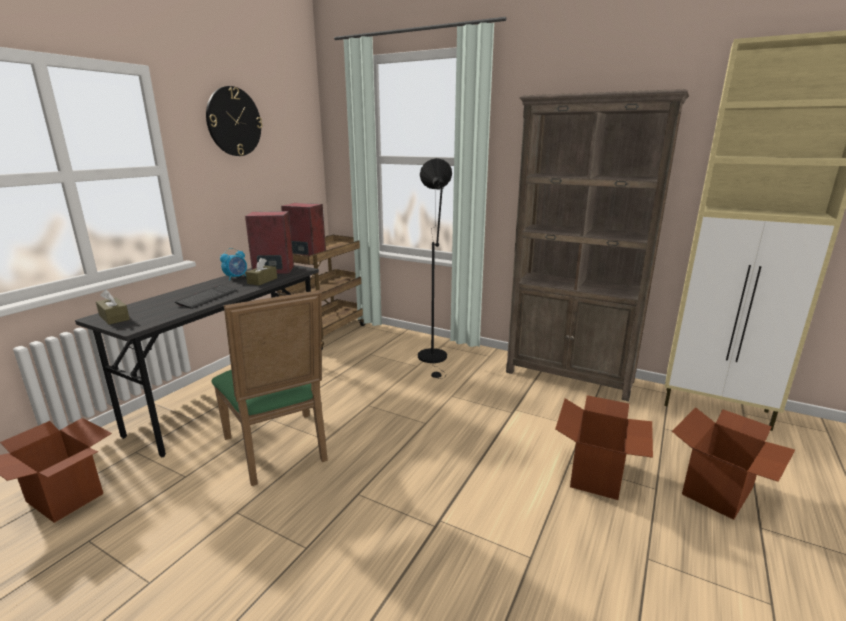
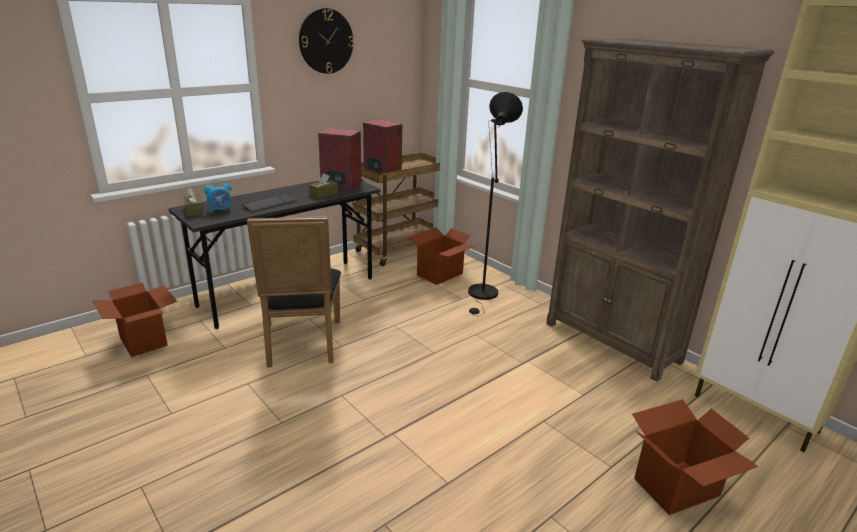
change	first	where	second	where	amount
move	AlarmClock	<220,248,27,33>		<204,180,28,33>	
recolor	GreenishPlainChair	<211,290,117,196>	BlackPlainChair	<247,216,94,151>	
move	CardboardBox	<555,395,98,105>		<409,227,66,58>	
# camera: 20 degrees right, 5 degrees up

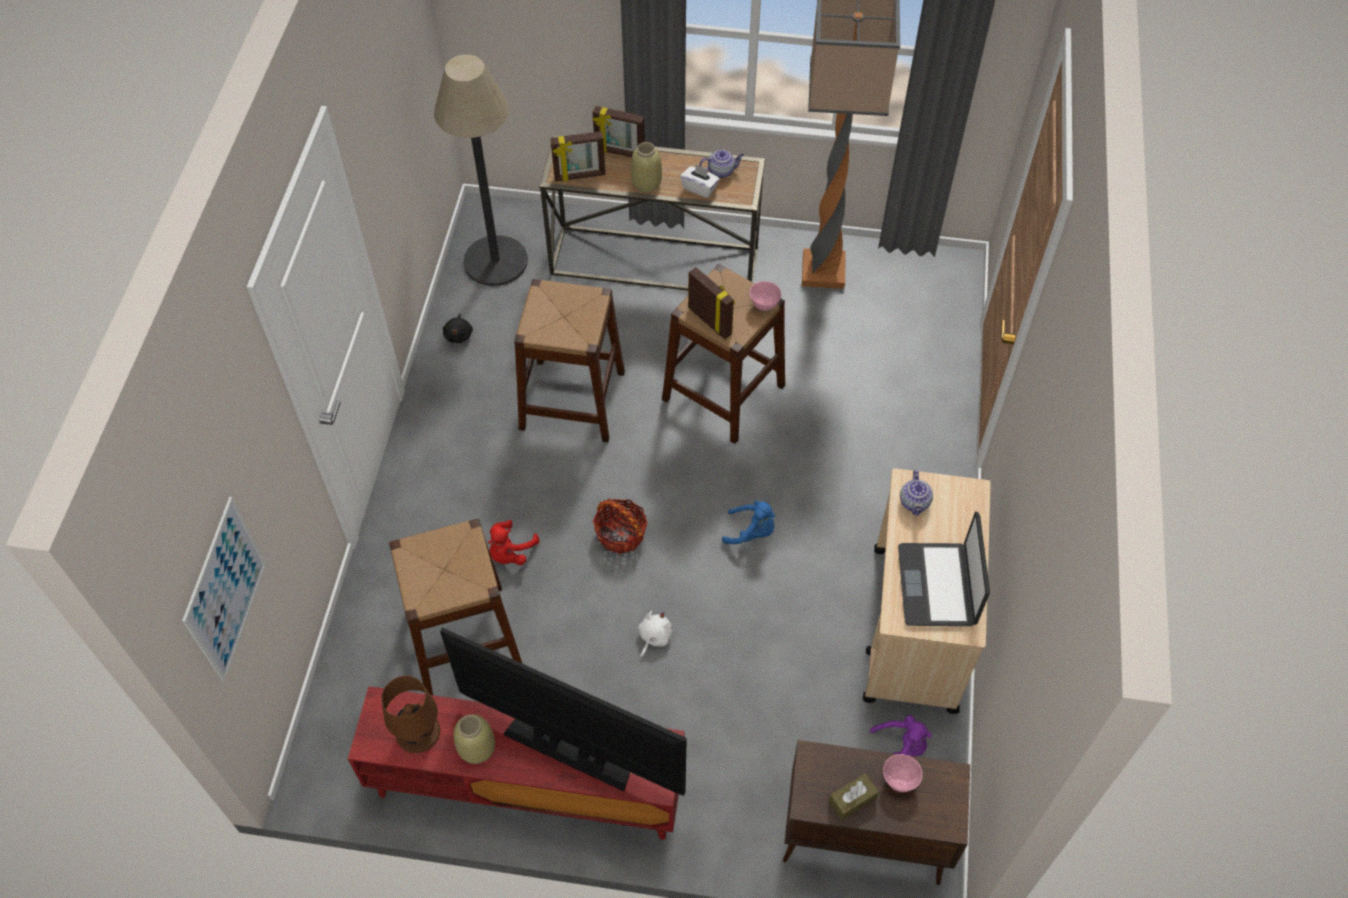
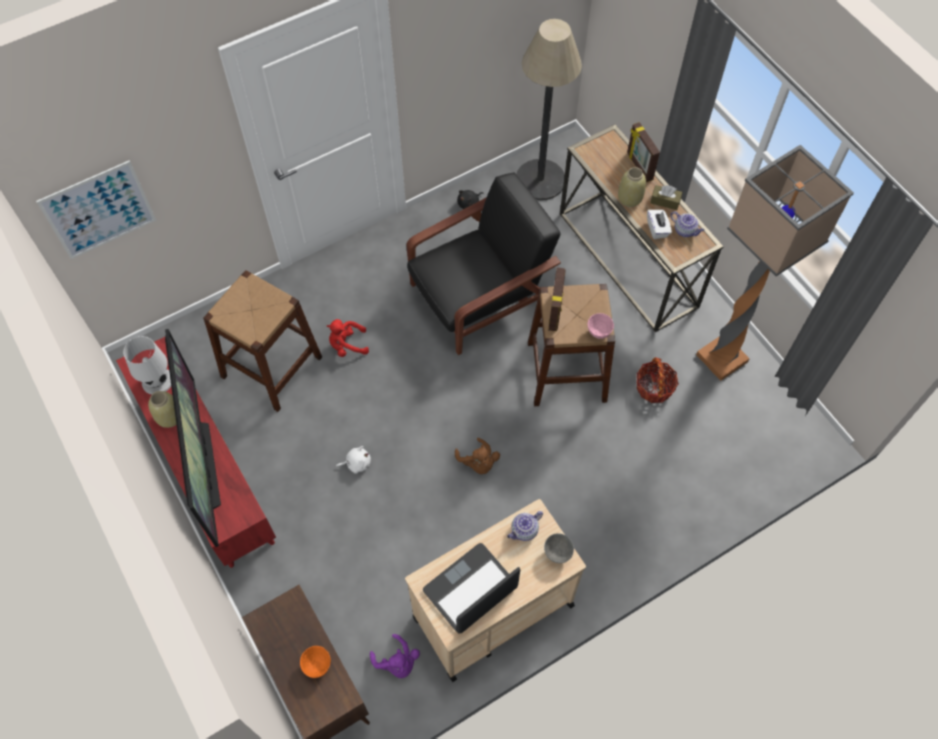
change	first	where	second	where	amount
delete	PhotoFrame	<550,131,55,51>			
replace	BrownStool	<514,279,111,163>	BlackLoungeChair	<406,172,155,183>	
move	StorageBasket	<593,499,55,55>		<636,357,43,46>	
recolor	BlueColouredCuddlyToy	<722,501,53,43>	BrownCuddlyToy	<455,438,45,36>	
recolor	BrownTableLamp	<381,676,59,77>	WhiteColouredTableLamp	<123,336,48,58>	
recolor	PinkDeepDish	<883,754,40,38>	OrangeyDeepDish	<300,646,31,32>	
move	BrownBoxOfTissues	<829,773,50,47>		<650,185,32,25>	
insert			GreyDeepDish	<544,533,30,30>	
# camera: 50 degrees right, 5 degrees up

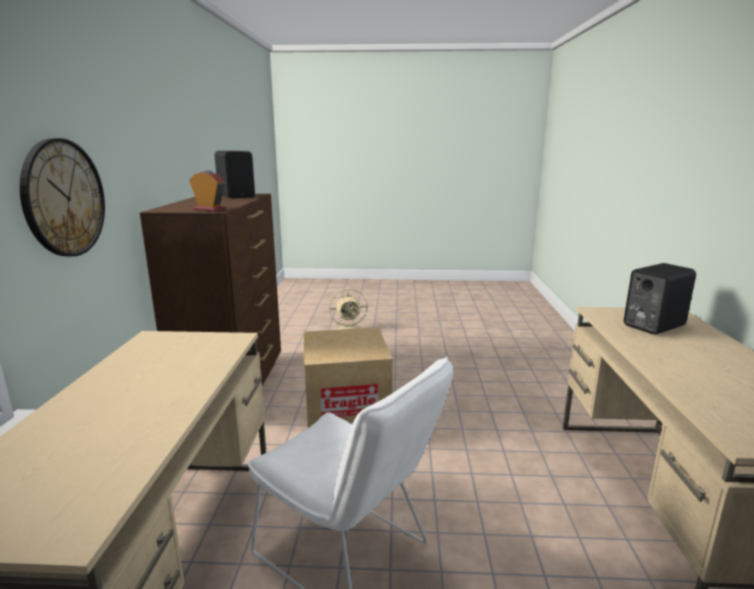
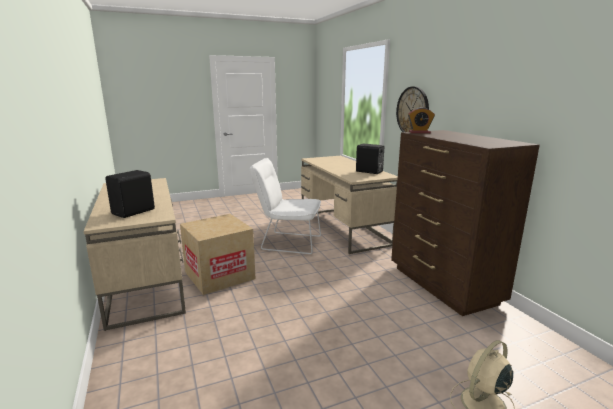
change	first	where	second	where	amount
move	BlackLoudspeaker	<214,151,41,47>		<356,143,28,31>	
move	CardboardBox	<303,327,90,101>		<180,214,76,81>	
# camera: 155 degrees right, 0 degrees up

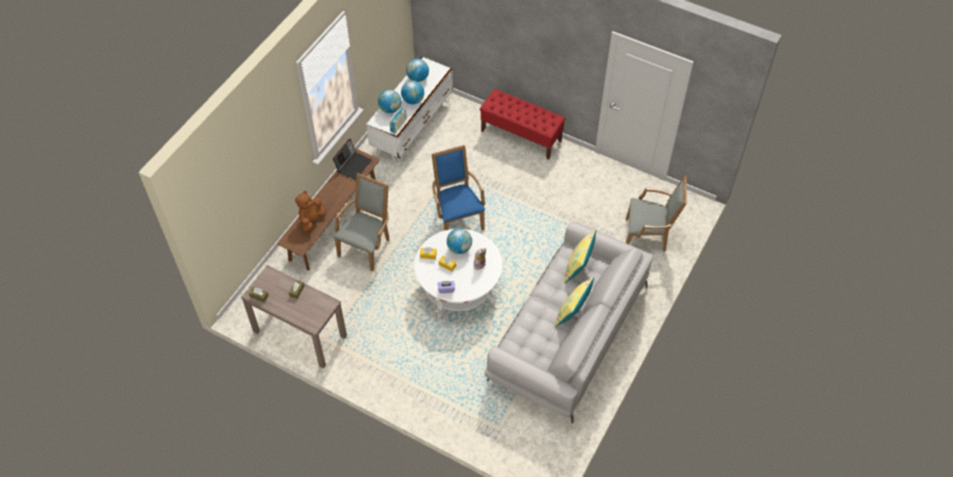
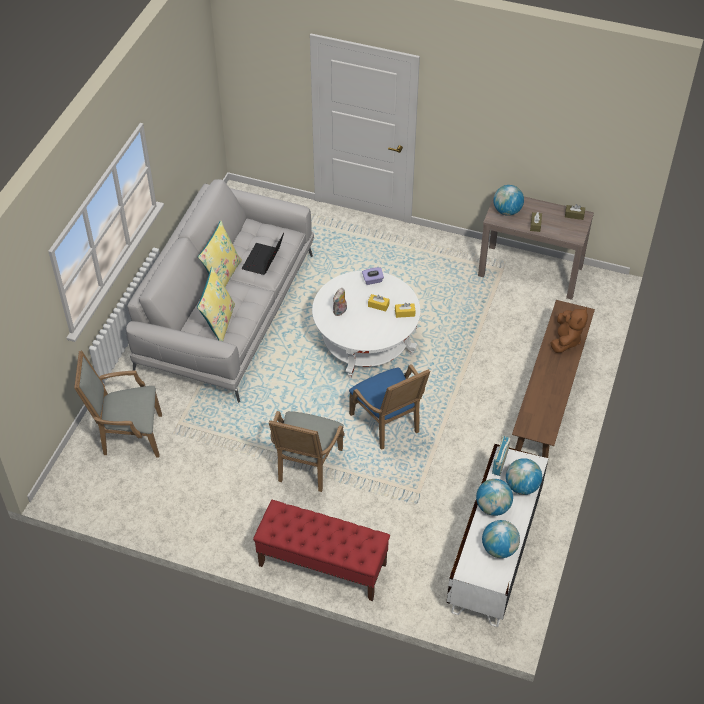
change	first	where	second	where	amount
move	PortableComputer	<333,139,39,41>		<242,233,42,42>	
move	GreyLoungeChair	<334,173,56,98>		<269,411,76,81>	
move	WorldGlobe	<447,228,25,26>		<493,185,31,31>	
# camera: 170 degrees right, 5 degrees down

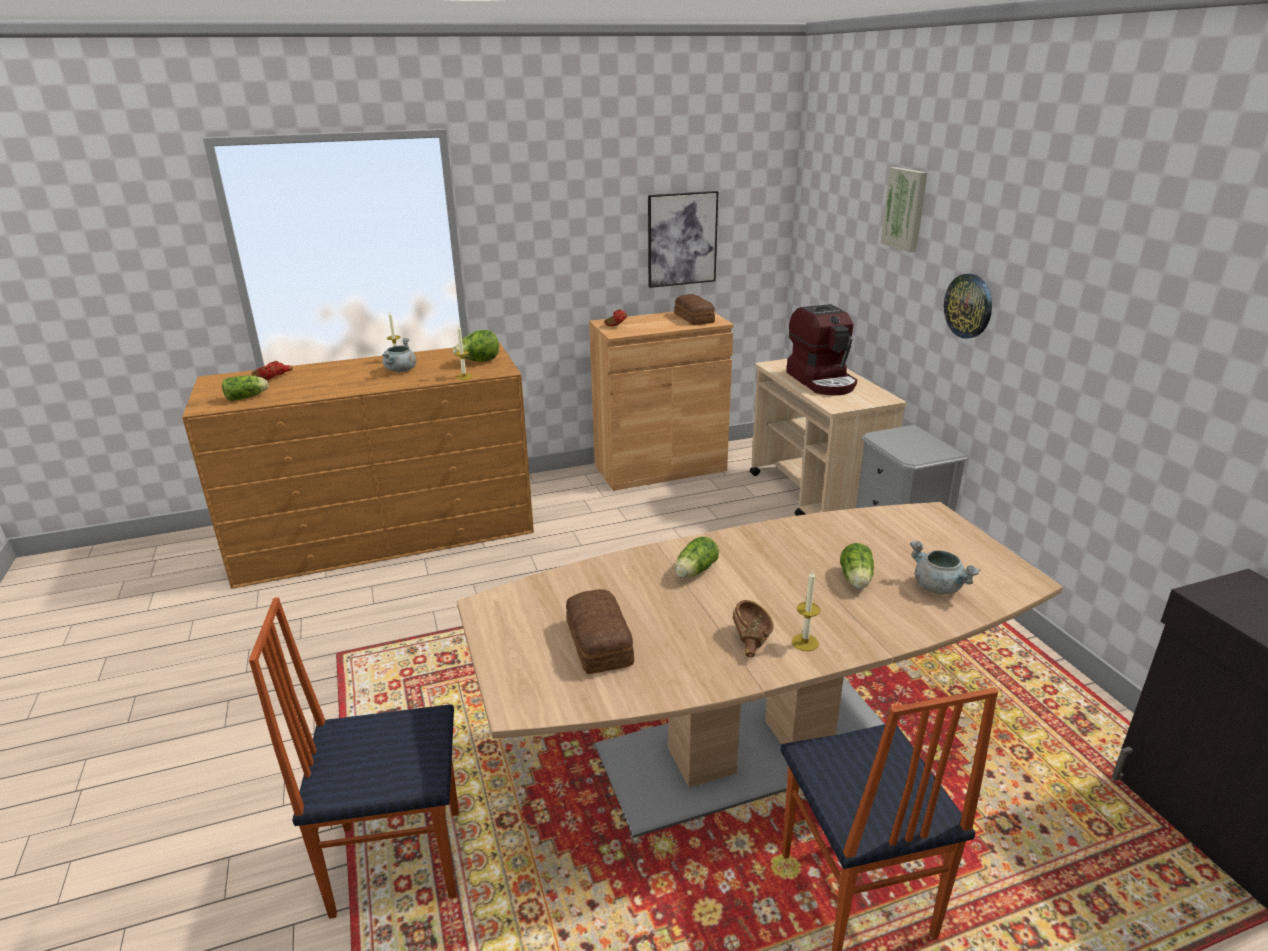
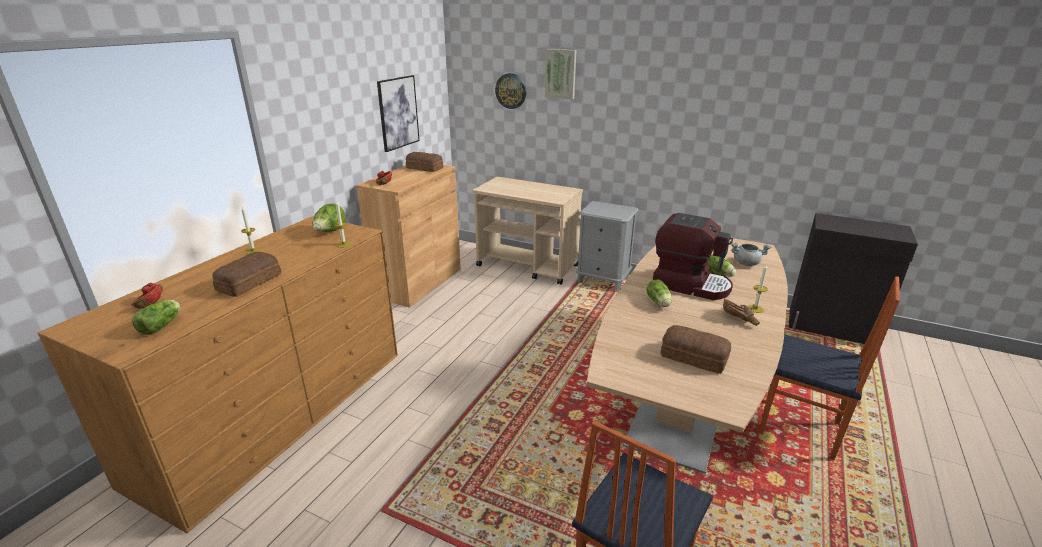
change	first	where	second	where	amount
move	HangingClock	<944,274,48,65>		<495,73,31,36>	
move	CoffeeMaker	<786,304,71,91>		<653,213,80,87>	
delete	GreyCookingPot	<382,338,34,34>			
insert			Bread	<212,252,69,45>	
# camera: 45 degrees left, 0 degrees up

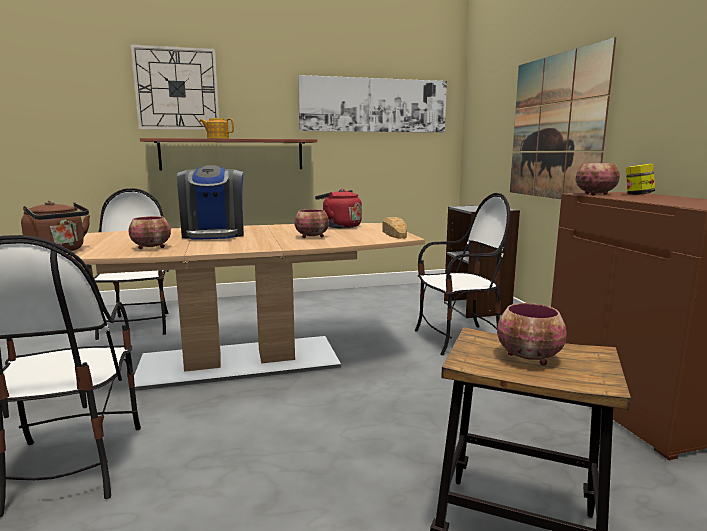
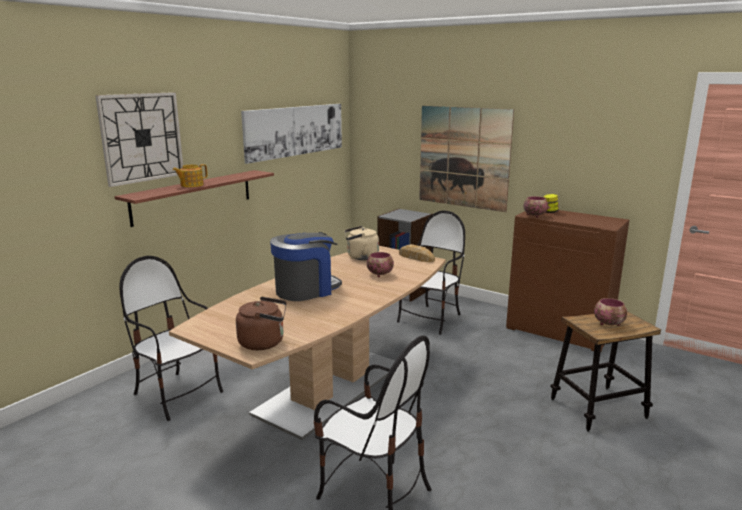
change	first	where	second	where	amount
rotate	CoffeeMaker	<177,165,67,75>		<270,232,72,69>	75 degrees counterclockwise
recolor	ReddishTeaKettle	<315,189,47,39>	BeigeTeaKettle	<345,226,34,34>	
delete	DeepDish	<128,216,43,33>			
# camera: 40 degrees left, 5 degrees up

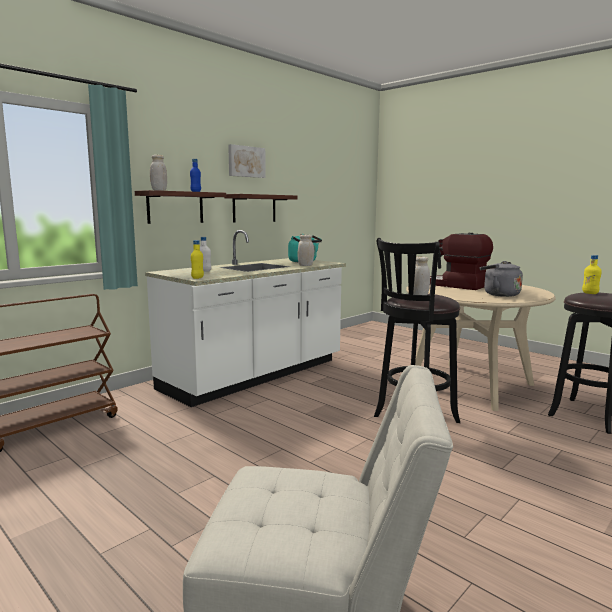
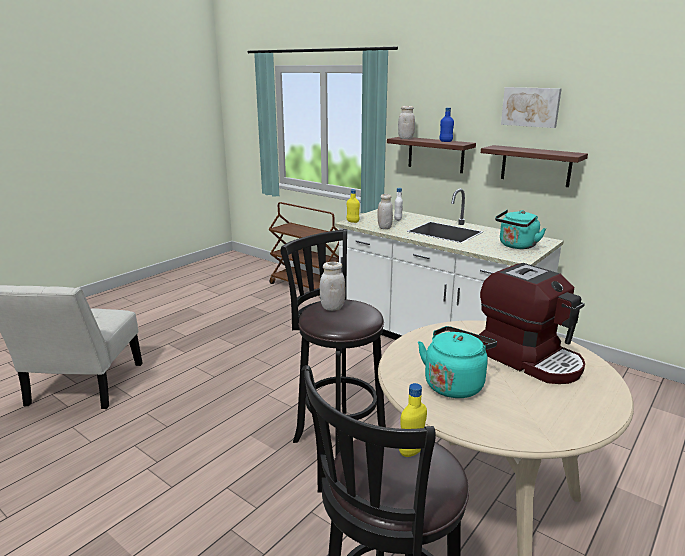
change	first	where	second	where	amount
rotate	CoffeeMaker	<430,233,63,57>		<479,263,106,121>	105 degrees clockwise
move	WhiteColouredStorageJar	<298,235,16,31>		<377,194,16,35>	
recolor	GreyTeaKettle	<479,261,44,36>	BlueGreenTeaKettle	<418,326,79,72>	
# camera: 85 degrees right, 10 degrees up

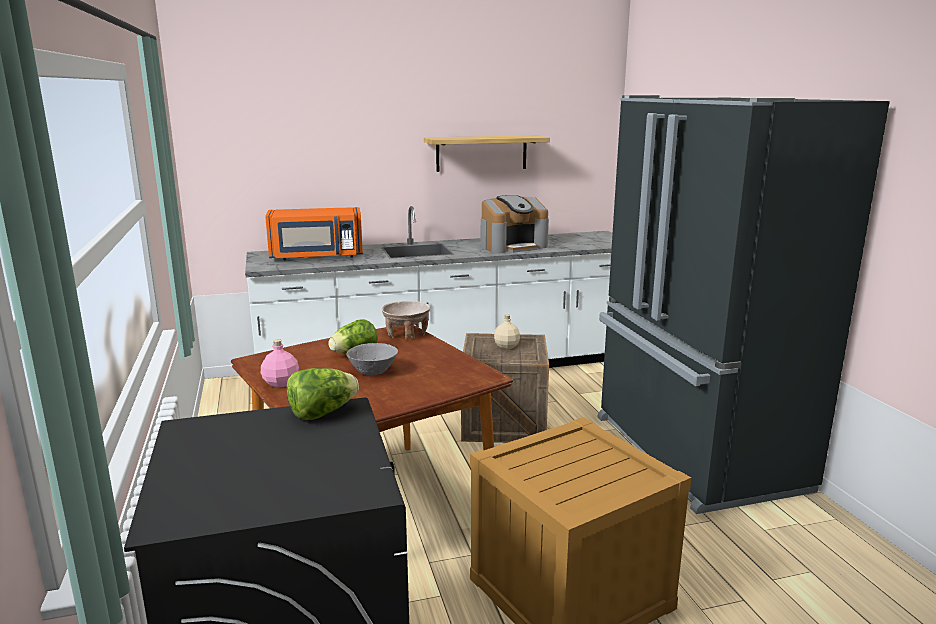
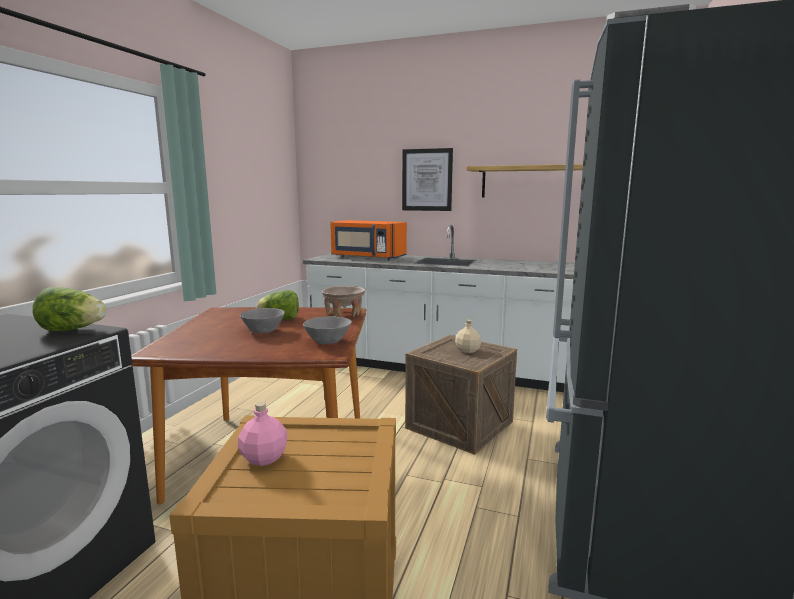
change	first	where	second	where	amount
delete	CoffeeMaker	<481,195,68,58>			
move	PinkBottle	<261,339,38,49>		<238,402,50,64>	
insert			WallPicture	<402,148,51,63>	
insert			GreyDeepDish	<303,316,49,28>	
# camera: 35 degrees right, 5 degrees down

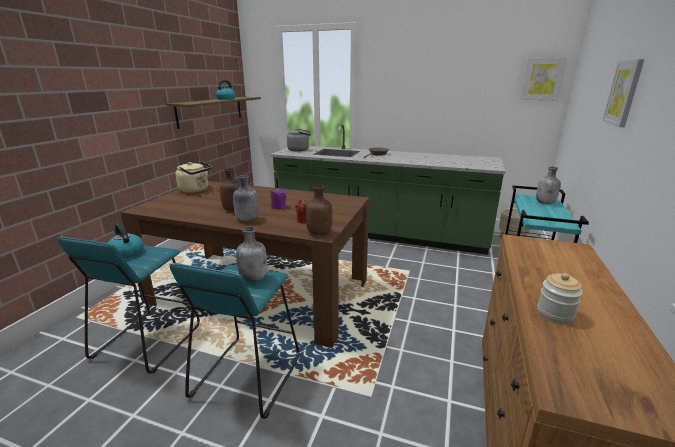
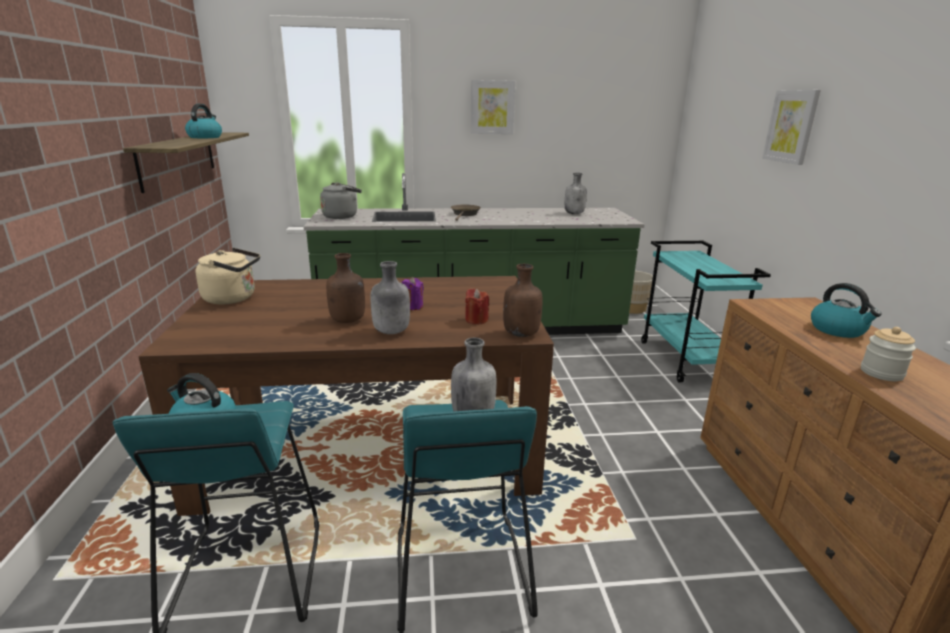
change	first	where	second	where	amount
move	WallPicture	<520,57,47,43>		<471,80,44,54>	
move	GreyBottle	<536,167,25,37>		<565,173,22,41>	
insert			TeaKettle	<811,283,71,55>	
# camera: 25 degrees left, 0 degrees up

